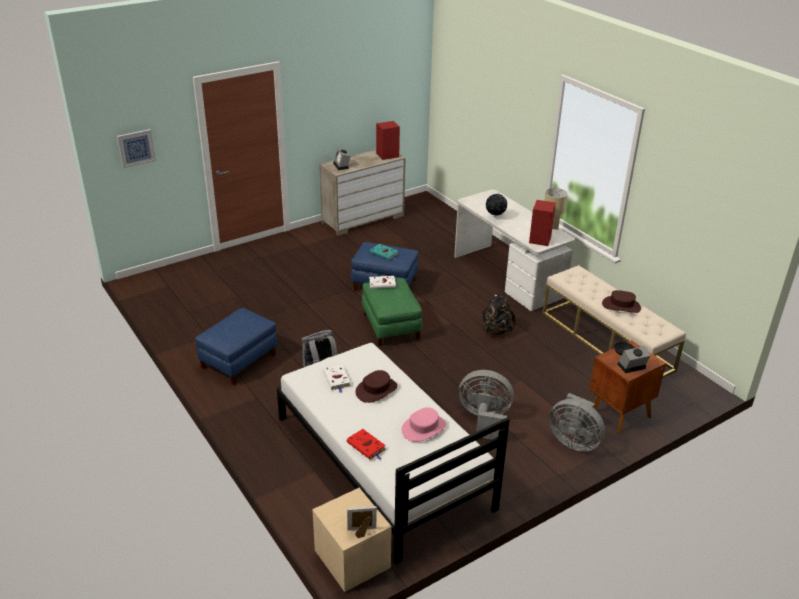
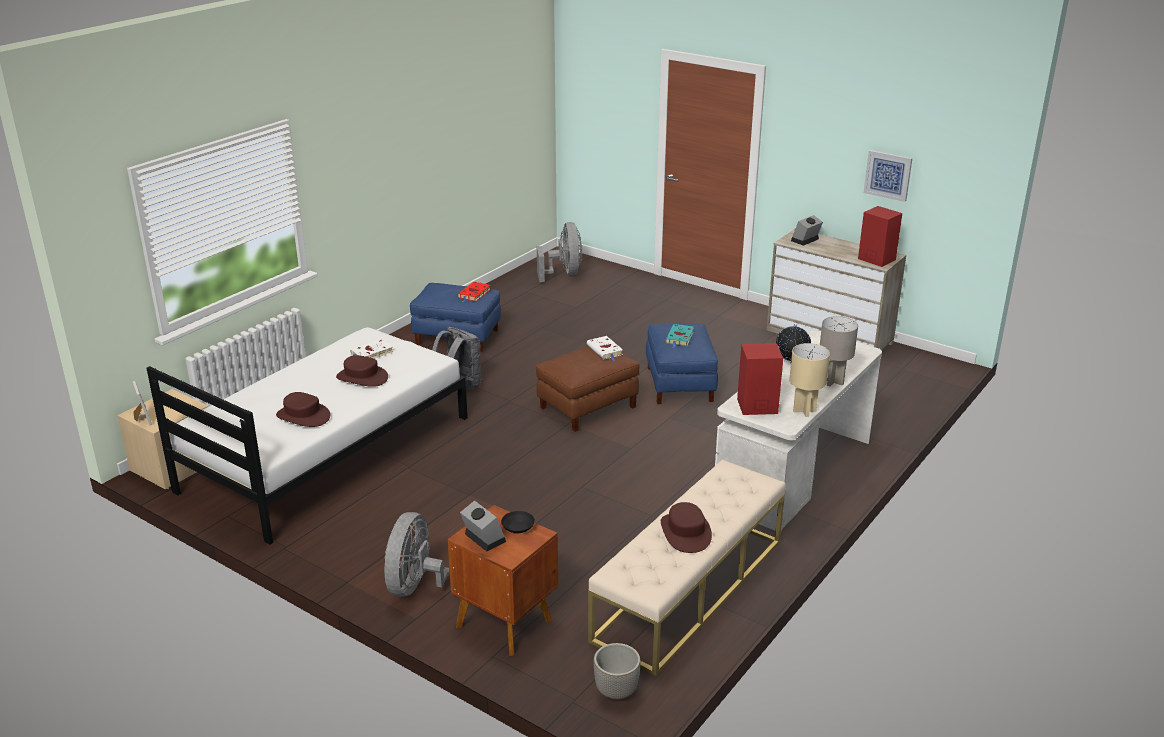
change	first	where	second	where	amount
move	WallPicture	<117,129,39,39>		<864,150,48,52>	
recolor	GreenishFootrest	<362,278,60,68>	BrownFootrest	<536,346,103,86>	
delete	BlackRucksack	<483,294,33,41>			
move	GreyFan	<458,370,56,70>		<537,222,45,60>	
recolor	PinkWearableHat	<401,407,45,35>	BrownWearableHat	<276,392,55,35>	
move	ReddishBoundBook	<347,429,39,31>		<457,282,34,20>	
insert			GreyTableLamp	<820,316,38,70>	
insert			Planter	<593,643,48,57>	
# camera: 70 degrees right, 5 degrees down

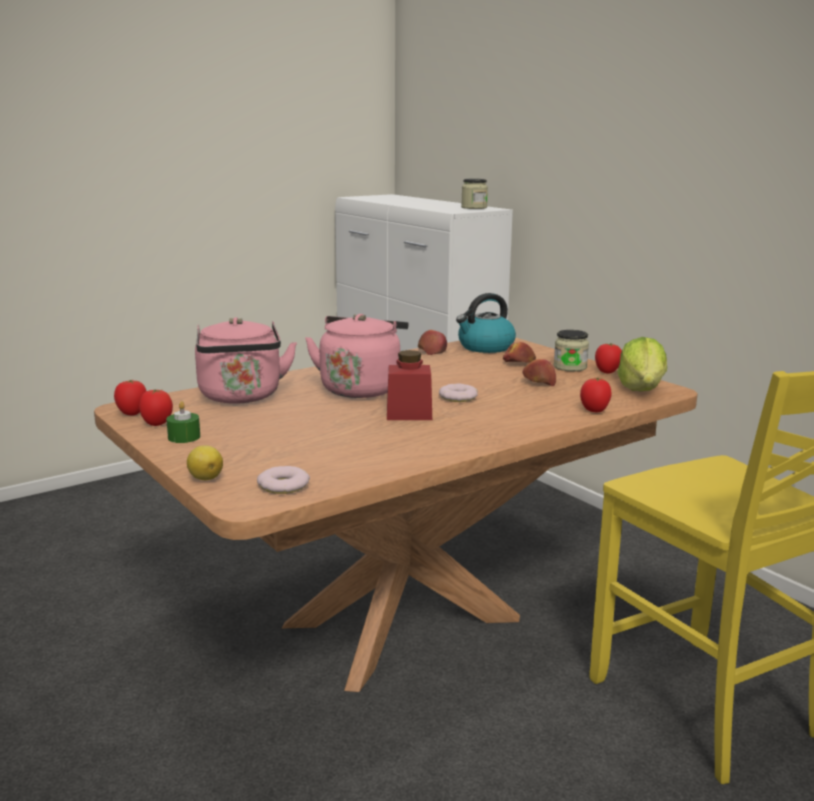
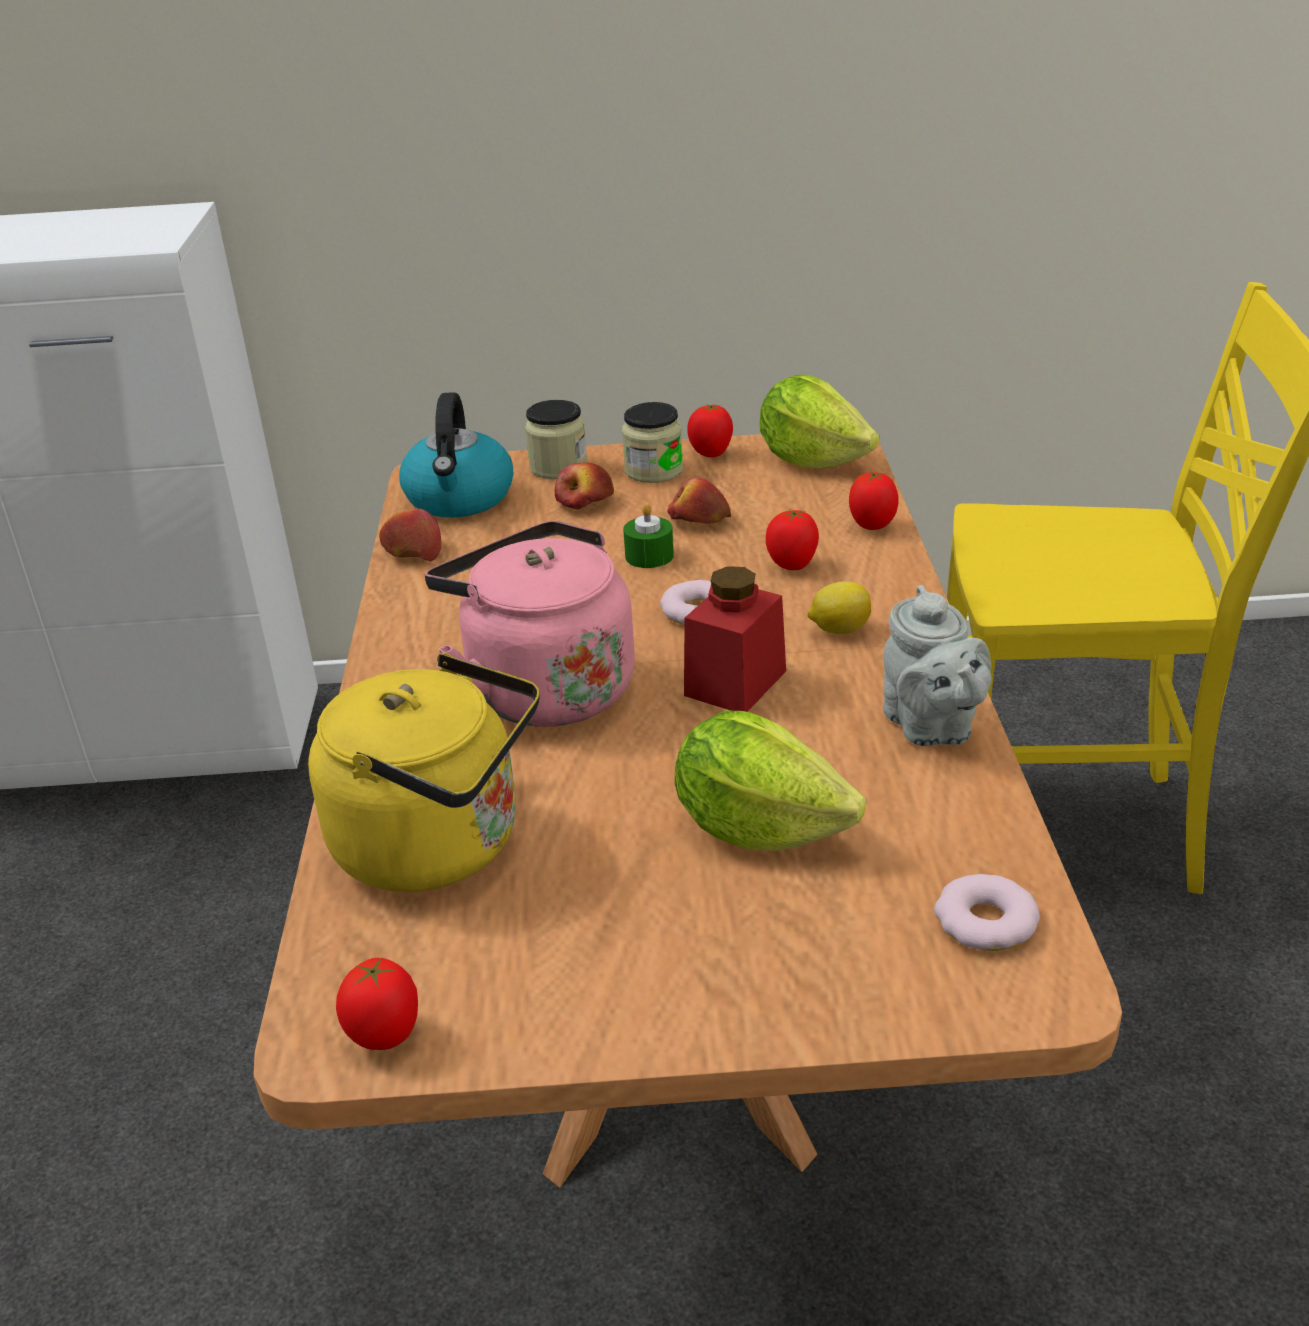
change	first	where	second	where	amount
move	StorageJar	<461,179,27,30>		<525,400,63,79>	
recolor	PinkTeaKettle	<195,317,102,87>	YellowColouredTeaKettle	<308,653,232,239>	
move	WholeTomato	<139,389,34,37>		<766,509,53,61>	
move	GreenishWaxLight	<166,401,34,42>		<623,503,51,65>	
move	Lemon	<187,445,36,35>		<808,581,63,53>	
insert			GreyPotForTea	<883,585,108,161>	
insert			Lettuce	<675,710,191,141>	
# camera: 55 degrees left, 15 degrees up

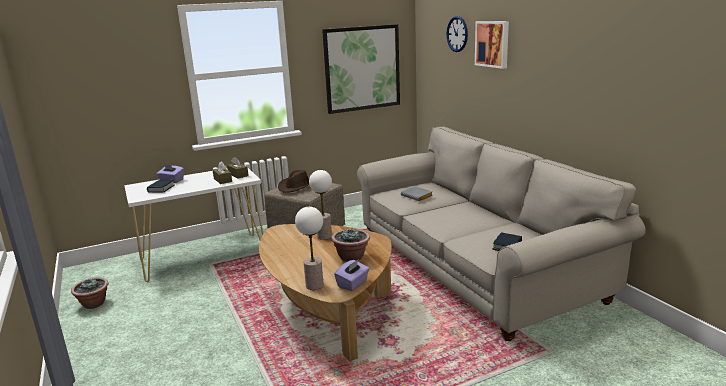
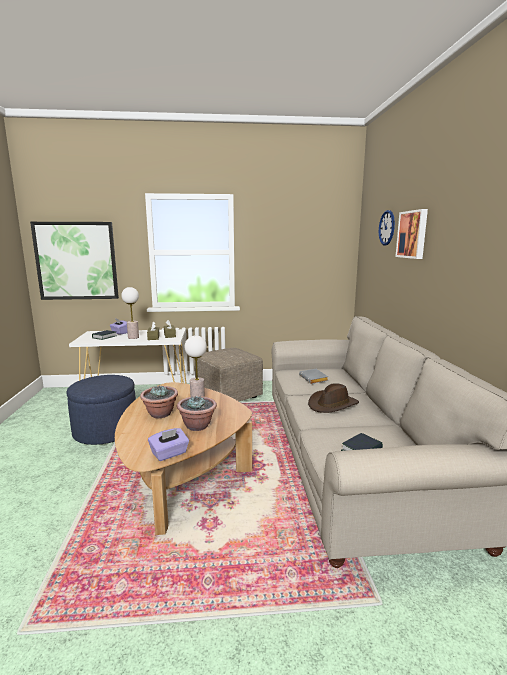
change	first	where	second	where	amount
move	WallPicture	<322,24,78,90>		<30,222,89,78>	
move	BrownWearableHat	<278,170,31,23>		<308,383,51,30>	
move	TableLamp	<295,207,29,83>		<122,287,17,52>	
move	PlantInAPot	<71,278,37,31>		<140,386,38,32>	
insert			BlueColouredFootrest	<67,375,69,70>	
# camera: 20 degrees right, 5 degrees down

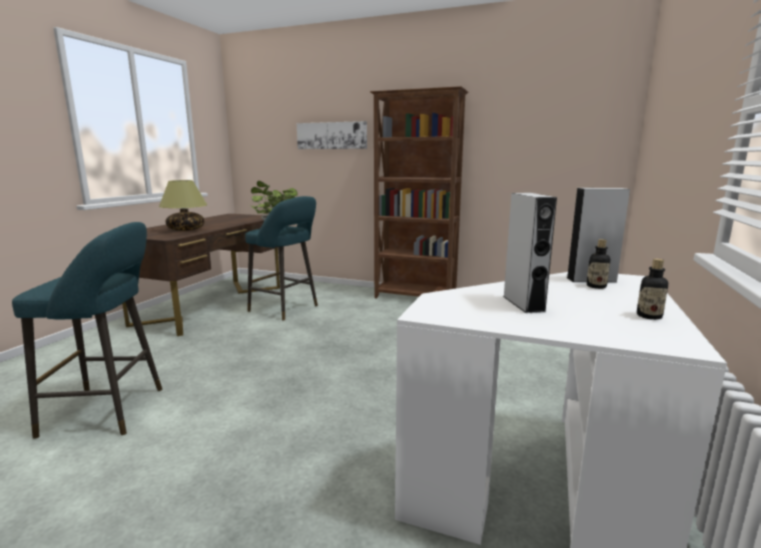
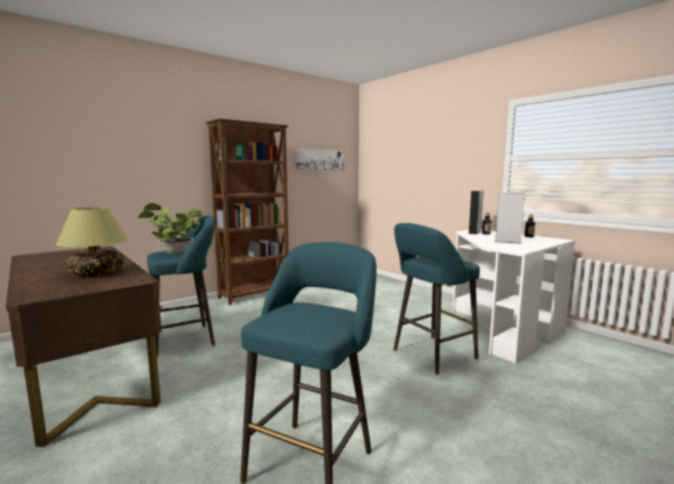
change	first	where	second	where	amount
move	WallPicture	<297,121,70,28>		<296,148,49,22>	
insert			BlueGreenStool	<393,223,87,152>	
# camera: 60 degrees left, 5 degrees down

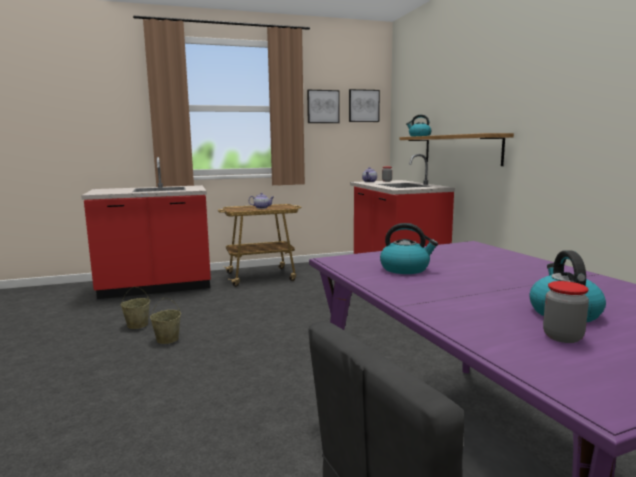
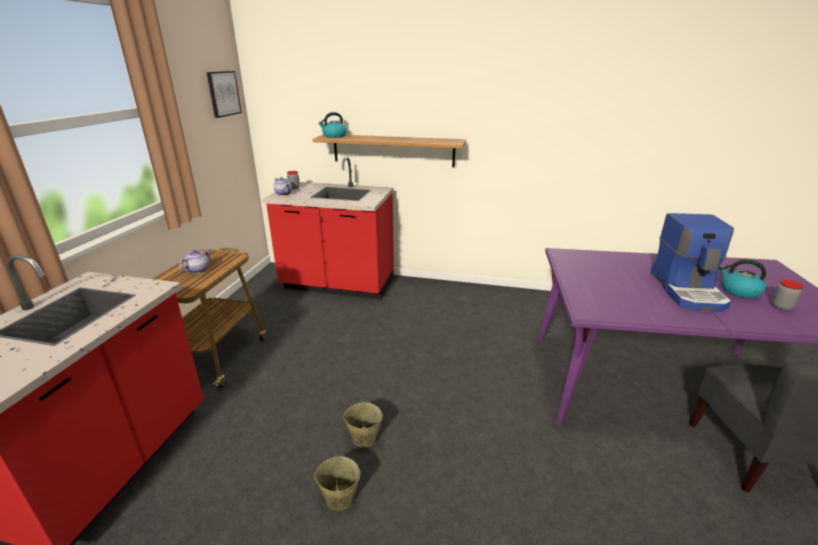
change	first	where	second	where	amount
delete	WallPicture	<307,90,33,33>			
delete	TeaKettle	<380,223,58,51>			
move	BeigeWaterBucket	<121,287,29,42>		<343,396,40,52>	
insert			CoffeeMaker	<651,213,83,99>	
# camera: 60 degrees left, 15 degrees up

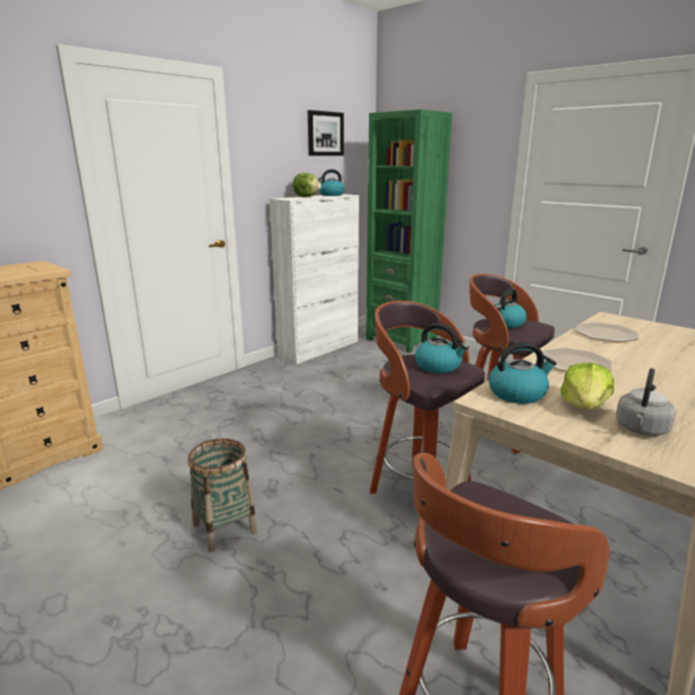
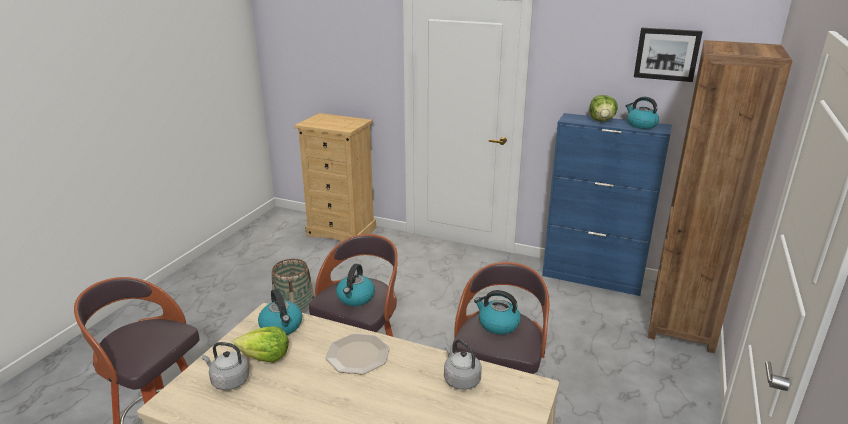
change	first	where	second	where	amount
recolor	GreenishBookcase	<366,109,86,244>	BrownBookcase	<648,40,144,313>	
recolor	WhiteColouredCabinet	<269,194,90,171>	BlueColouredCabinet	<542,113,130,183>	
replace	Plate	<575,322,64,20>	GreyTeaKettle	<444,339,38,51>	
# camera: 70 degrees right, 5 degrees up

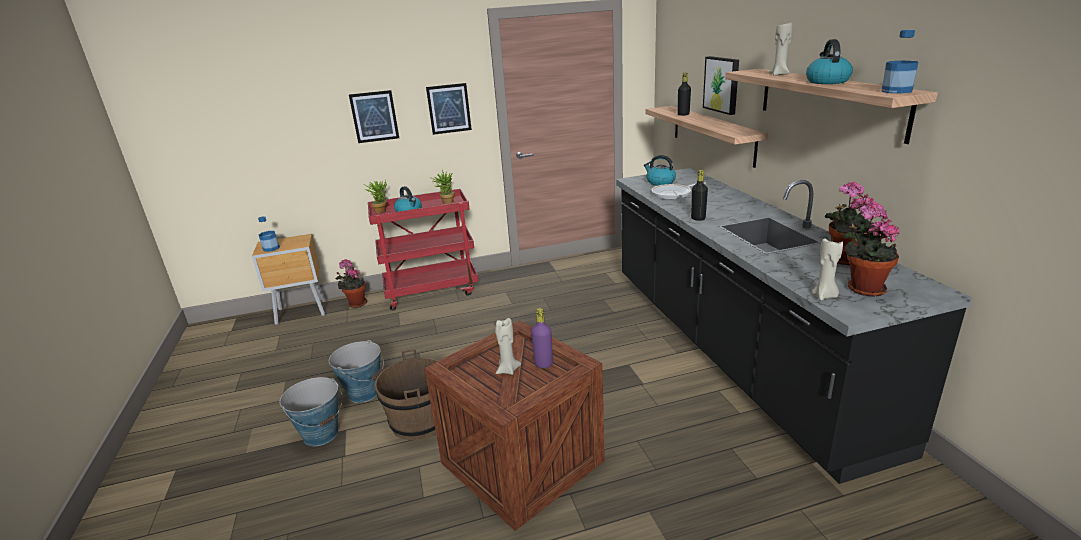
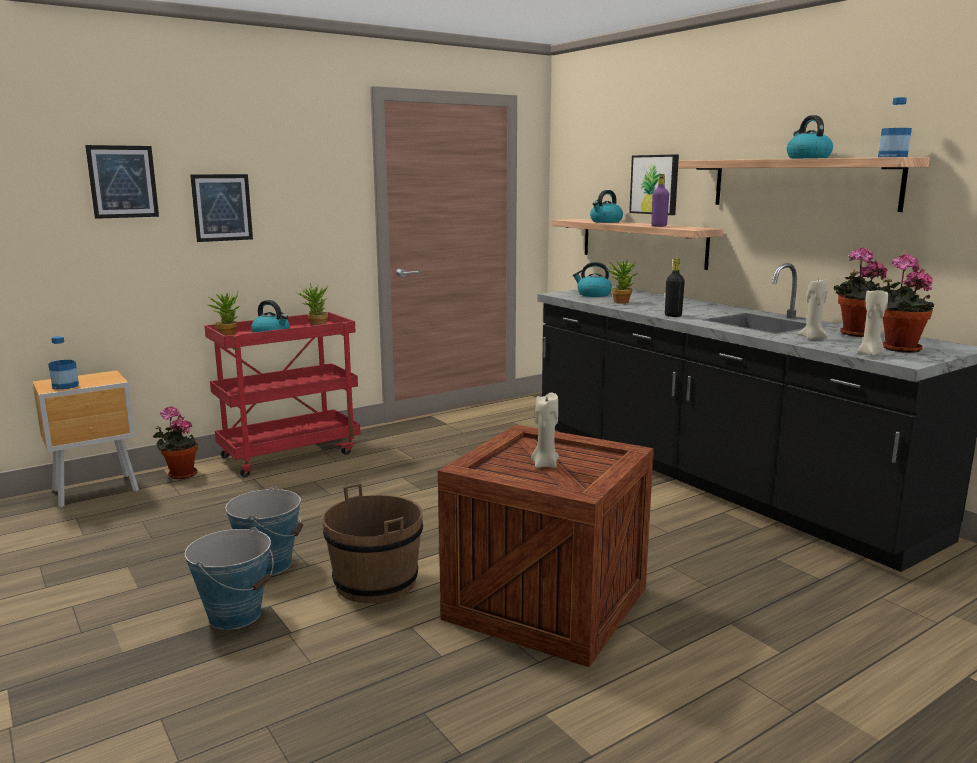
change	first	where	second	where	amount
move	BeigeWaxLight	<769,23,23,53>		<798,279,30,61>	
replace	BlackBottle	<677,73,14,43>	TeaKettle	<590,190,33,33>	
move	WallPicture	<426,83,46,52>		<85,145,74,74>	
replace	Pan	<652,182,54,18>	PlantInAPot	<607,258,30,46>	
move	PurplishBottle	<531,308,22,60>		<651,174,18,53>	
# camera: 20 degrees left, 10 degrees down

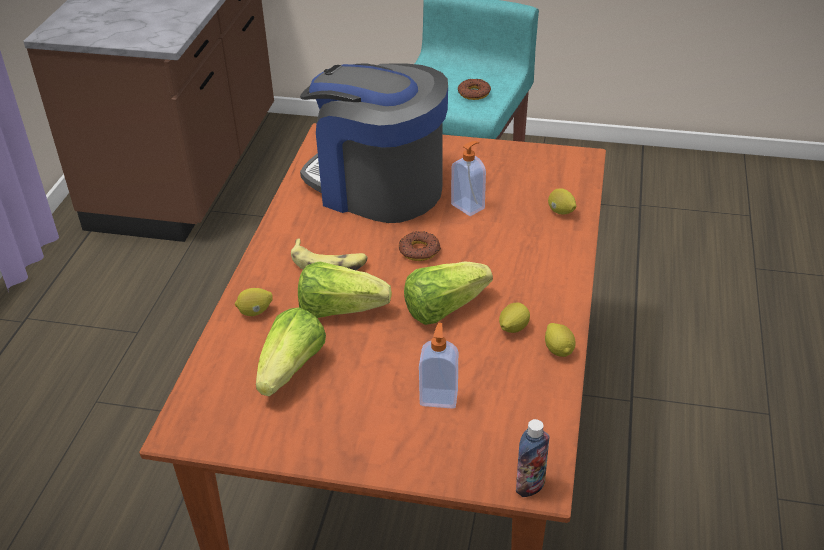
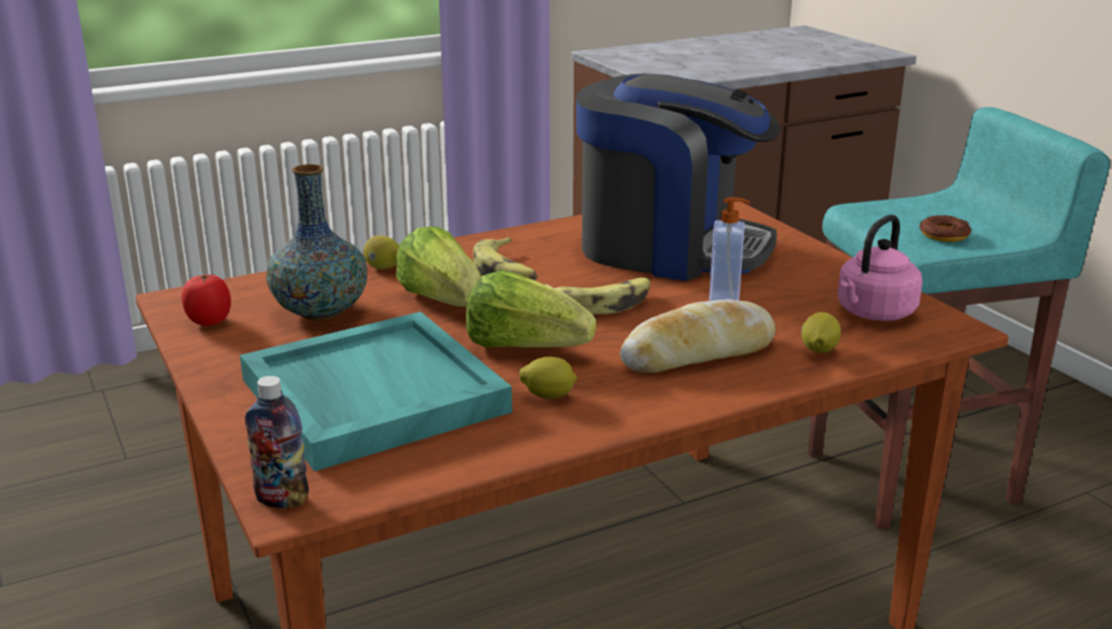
change	first	where	second	where	amount
rotate	CoffeeMaker	<300,63,148,160>		<576,74,204,207>	120 degrees clockwise
replace	Doughnut	<399,231,42,30>	Banana	<544,277,106,37>	
replace	Lettuce	<256,307,70,89>	FlowerVase	<266,164,101,157>	
replace	SoapBottle	<419,323,39,86>	BlueGreenServingTray	<240,312,272,159>	
delete	Lemon	<545,323,31,34>			
insert			PinkTeaKettle	<837,215,85,106>	
insert			WholeTomato	<182,274,49,52>	
insert			Bread	<620,299,156,74>	
# camera: 50 degrees right, 15 degrees down

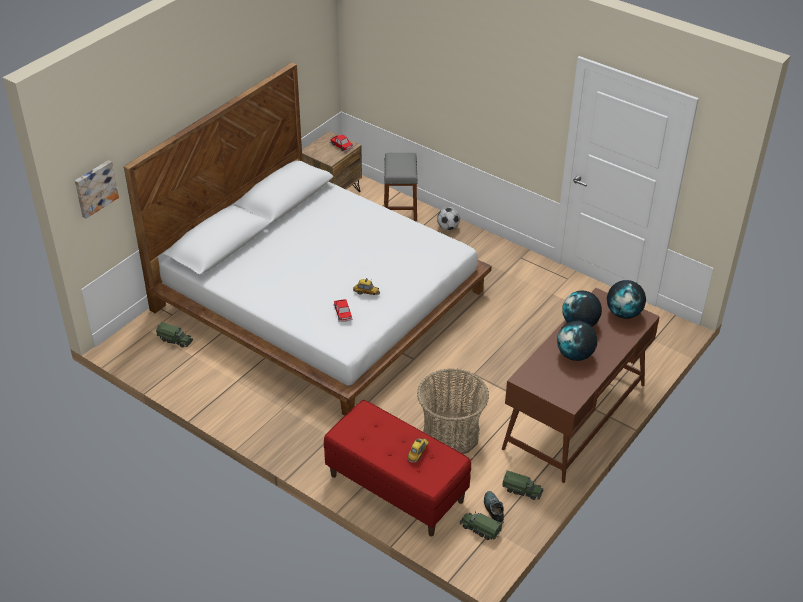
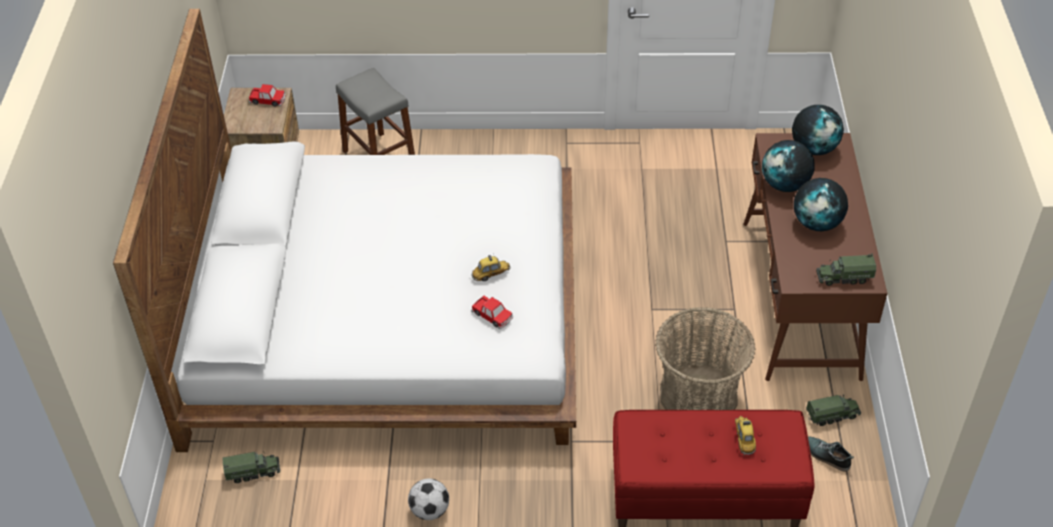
change	first	where	second	where	amount
delete	WallPicture	<75,160,44,59>			
move	BallForFootball	<437,207,23,23>		<408,478,41,42>	
move	ModelTruck	<460,512,42,28>		<816,253,60,33>	
# camera: 35 degrees left, 5 degrees up

